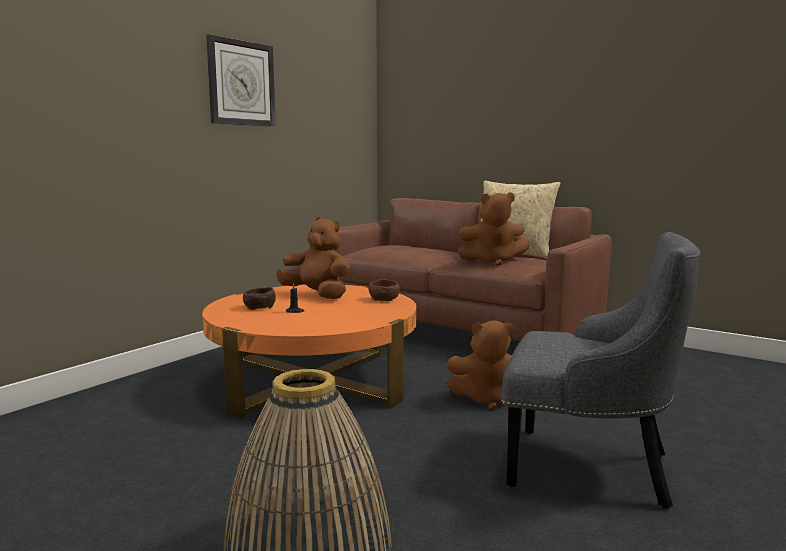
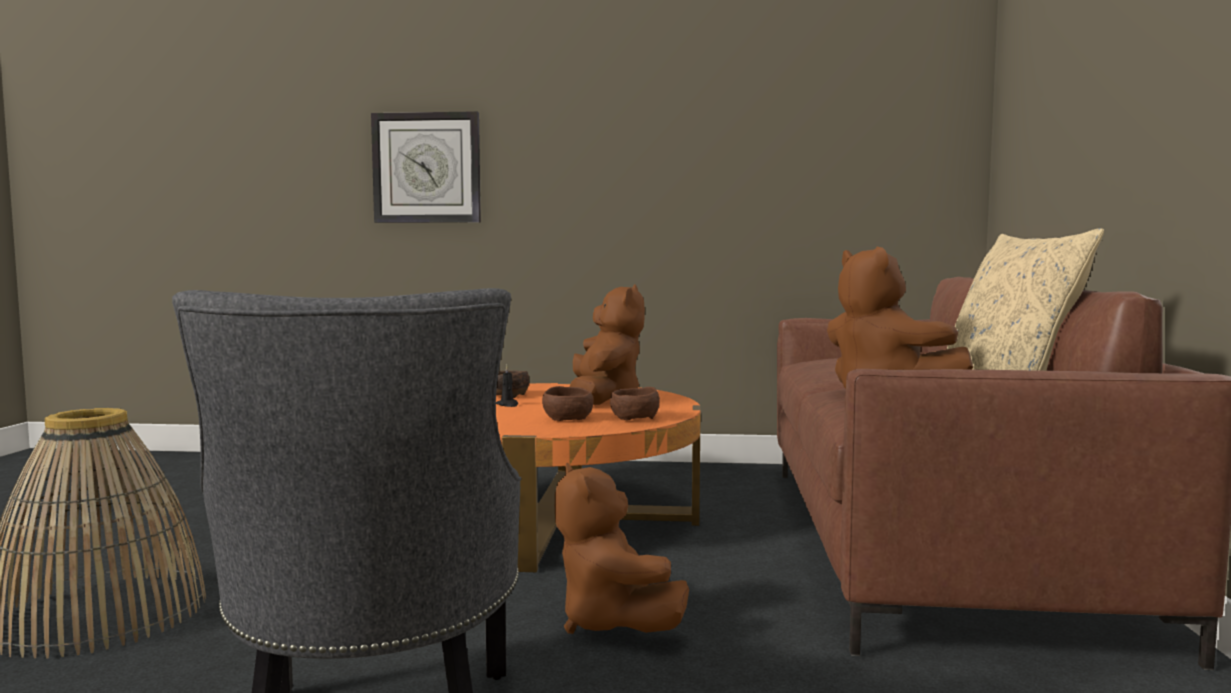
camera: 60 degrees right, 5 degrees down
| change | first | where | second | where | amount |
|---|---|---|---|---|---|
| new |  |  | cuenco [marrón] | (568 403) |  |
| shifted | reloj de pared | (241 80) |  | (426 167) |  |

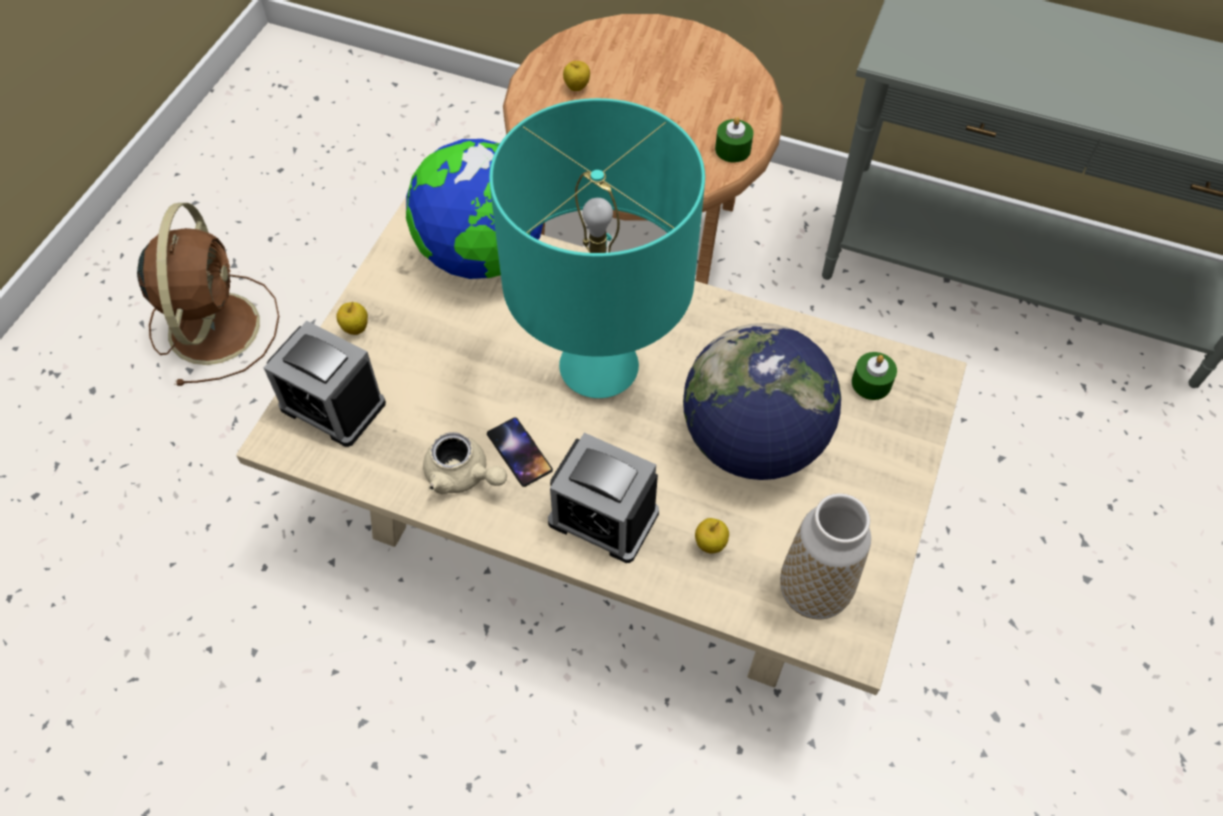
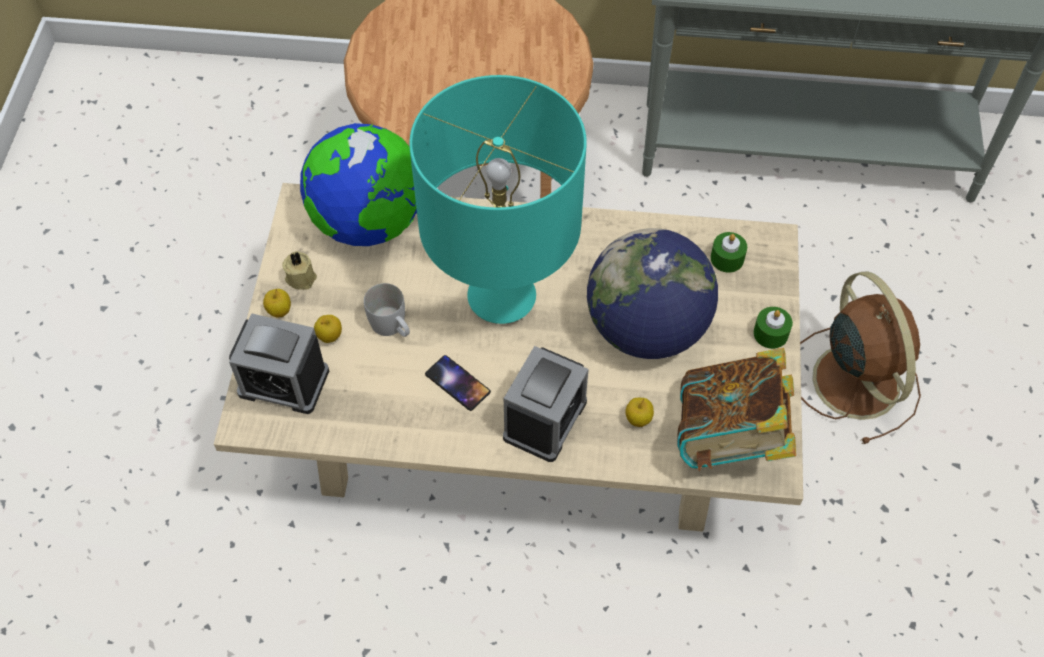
camera: 15 degrees left, 0 degrees up
| change | first | where | second | where | amount |
|---|---|---|---|---|---|
| gone | tetera [beis] | (465 463) |  |  |  |
| new |  |  | vela [beis] | (299 270) |  |
| new |  |  | taza grande [blanco] | (387 310) |  |
| shifted | ventilador [marrón] | (208 294) |  | (860 357) |  |
| shifted | manzana | (576 76) |  | (328 329) |  |
| shifted | vela [verde] | (734 140) |  | (773 328) |  |
| swapped | florero | (825 556) | libro | (736 409) |  |
| rotated | despertador | (603 498) |  | (546 404) | 75 degrees counterclockwise |

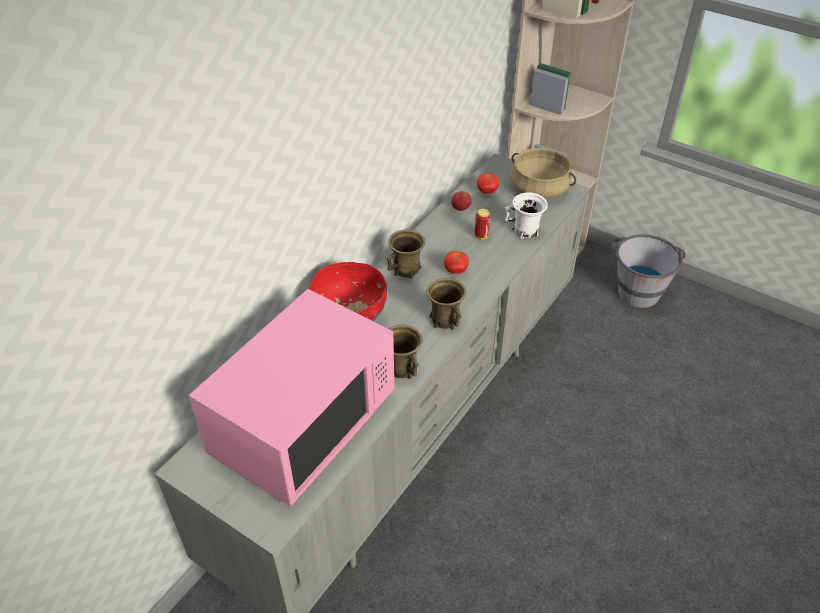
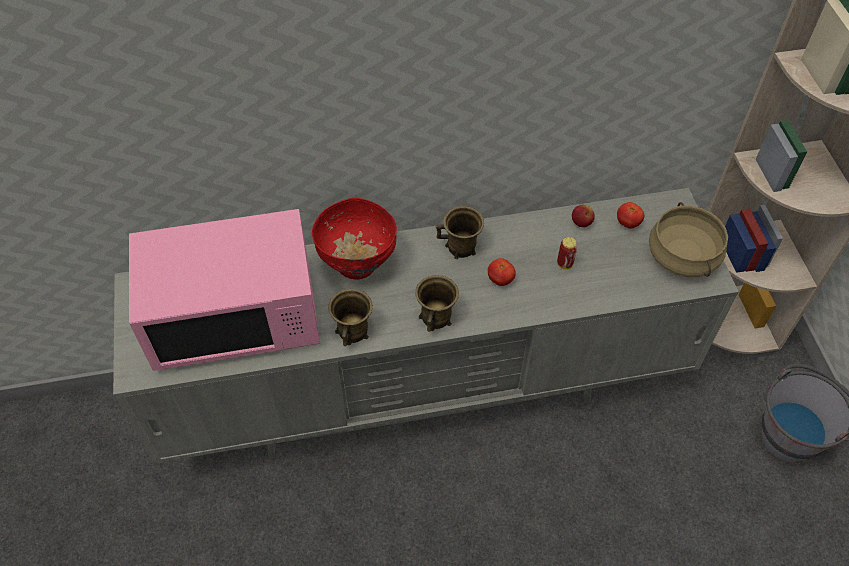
camera: 45 degrees right, 10 degrees up
| change | first | where | second | where | amount |
|---|---|---|---|---|---|
| gone | taza grande [blanco] | (526 215) |  |  |  |

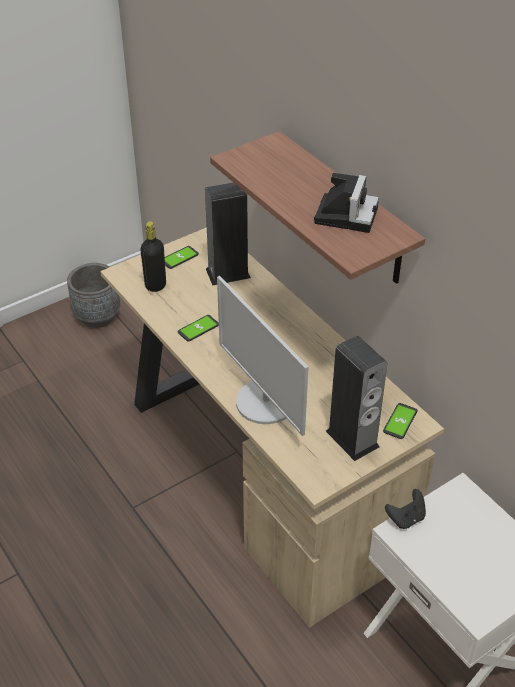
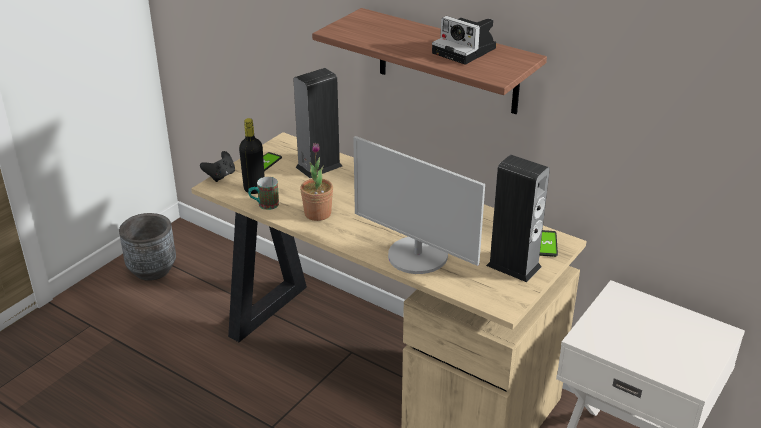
camera: 20 degrees left, 10 degrees down
| change | first | where | second | where | amount |
|---|---|---|---|---|---|
| new |  |  | taza grande | (263 193) |  |
| shifted | mando de consola [negro] | (405 509) |  | (217 166) |  |
| swapped | móvil | (198 328) | planta en maceta | (316 182) |  |
| rotated | cámara | (346 203) |  | (464 40) | 135 degrees clockwise |

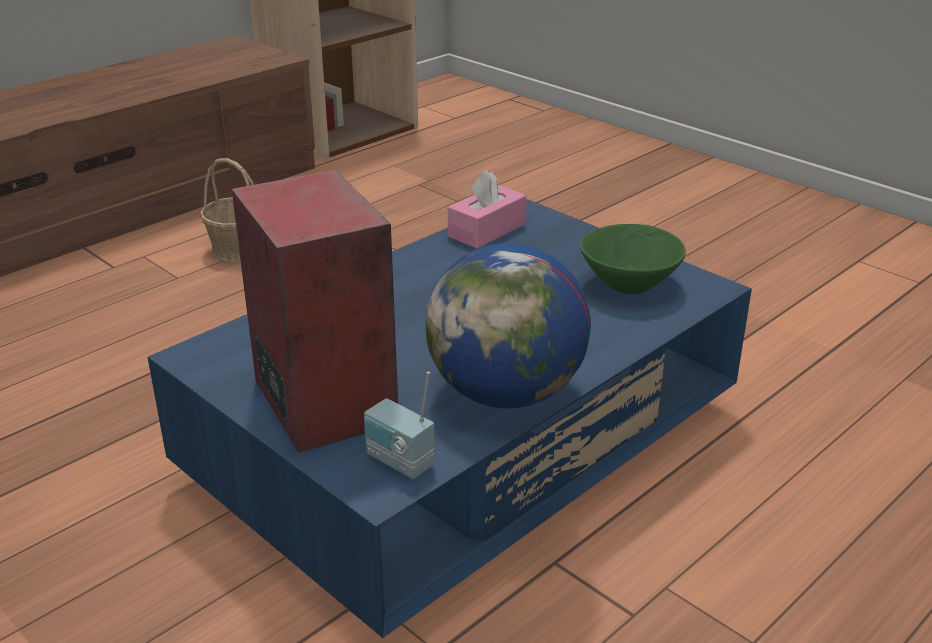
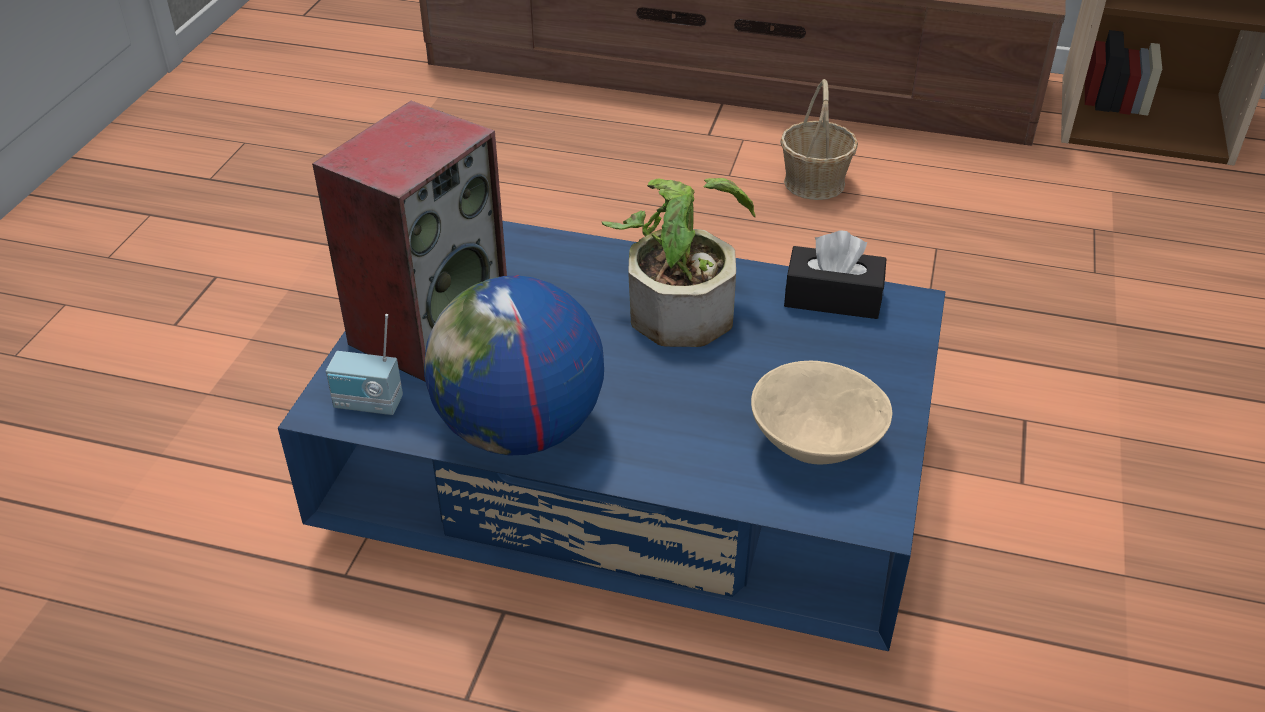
camera: 60 degrees right, 10 degrees up
| change | first | where | second | where | amount |
|---|---|---|---|---|---|
| new |  |  | planta en maceta | (678 262) |  |
| repainted | caja de pañuelos [rosa] | (487 209) | caja de pañuelos [negro] | (835 275) |  |
| repainted | cuenco [verde] | (633 259) | cuenco [beis] | (821 412) |  |
| rotated | radio | (399 425) |  | (364 364) | 90 degrees counterclockwise |

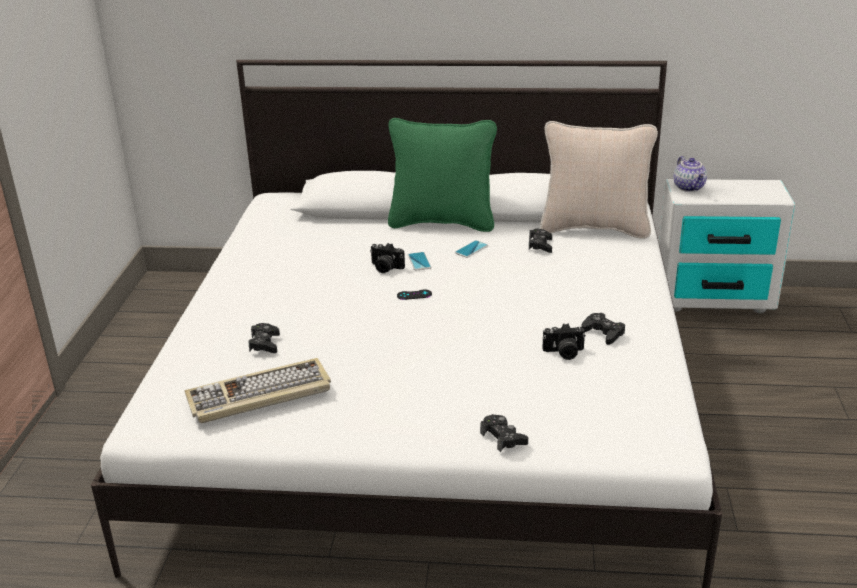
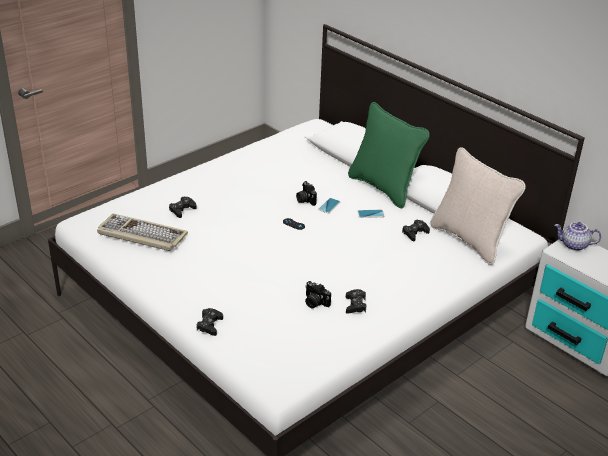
camera: 40 degrees right, 5 degrees up
| change | first | where | second | where | amount |
|---|---|---|---|---|---|
| rotated | tetera | (690 174) |  | (577 236) | 75 degrees clockwise |

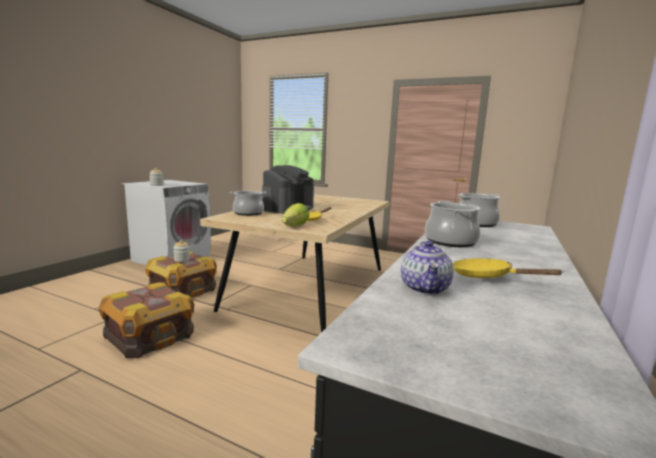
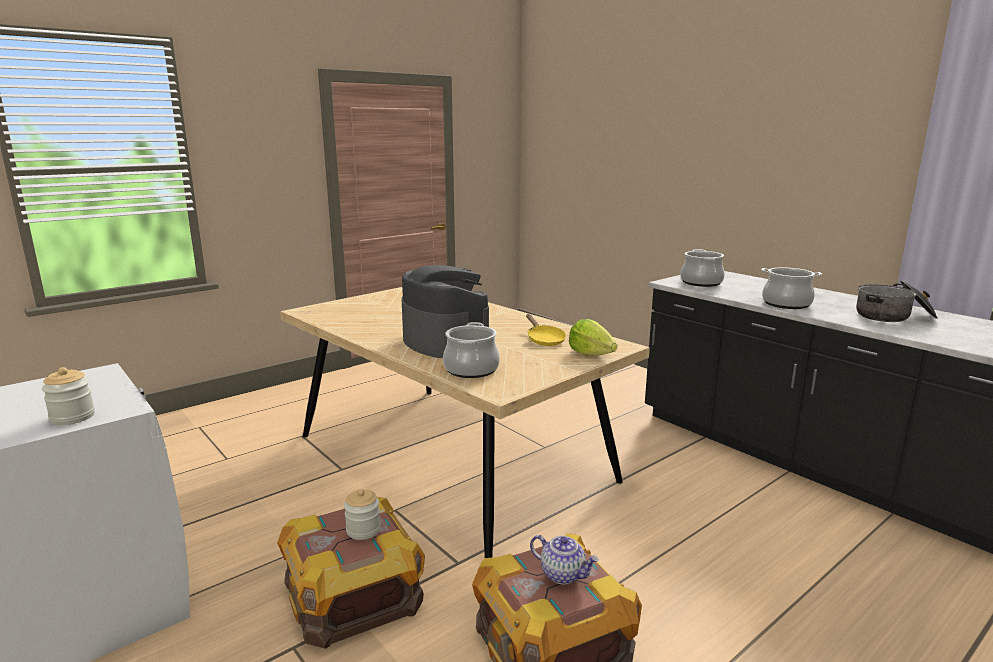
camera: 65 degrees left, 5 degrees up
| change | first | where | second | where | amount |
|---|---|---|---|---|---|
| shifted | tetera | (427 268) |  | (564 559) |  |
| swapped | sartén [amarillo] | (508 268) | olla | (897 301) |  |

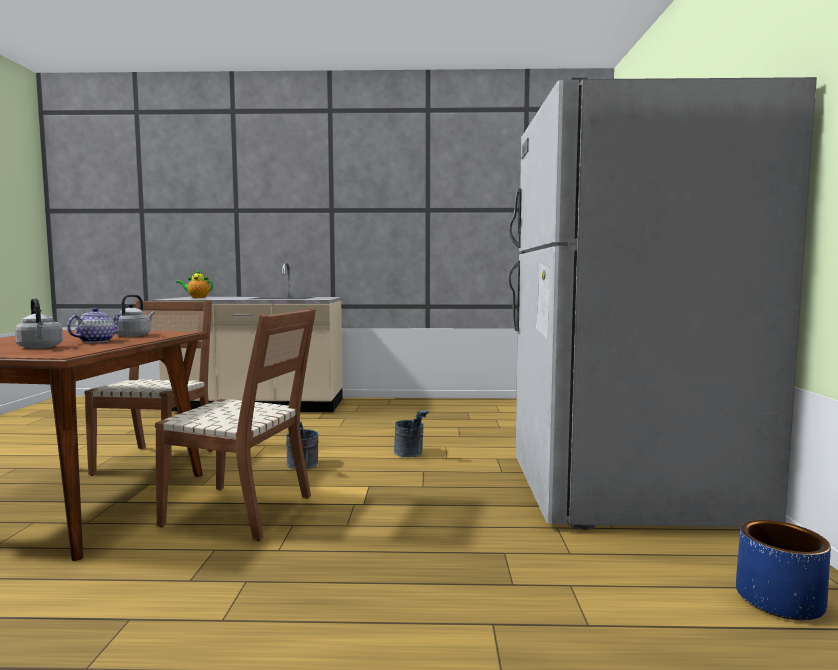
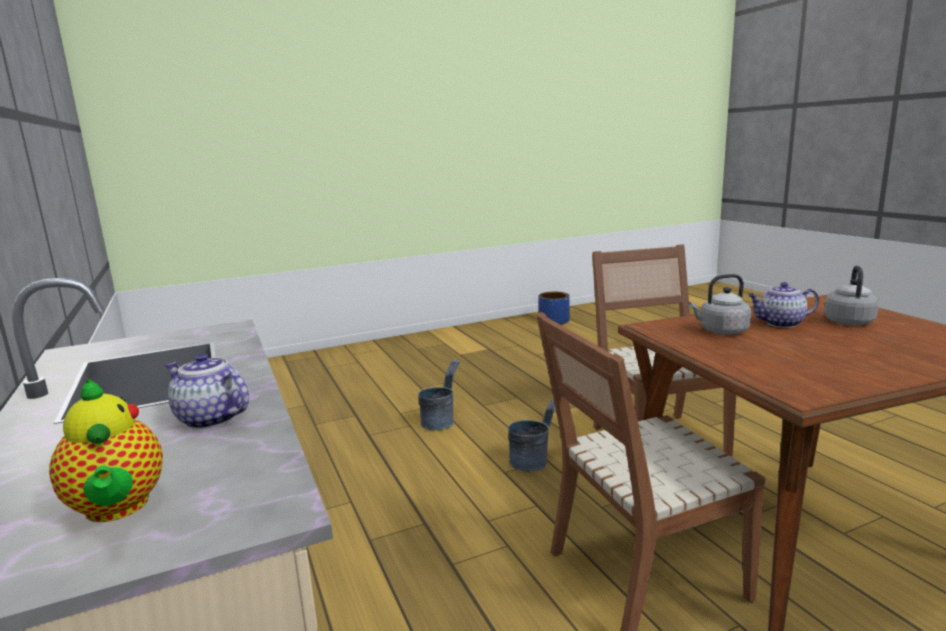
camera: 115 degrees left, 10 degrees up
| change | first | where | second | where | amount |
|---|---|---|---|---|---|
| gone | nevera [blanco] | (662 303) |  |  |  |
| new |  |  | tetera | (207 391) |  |

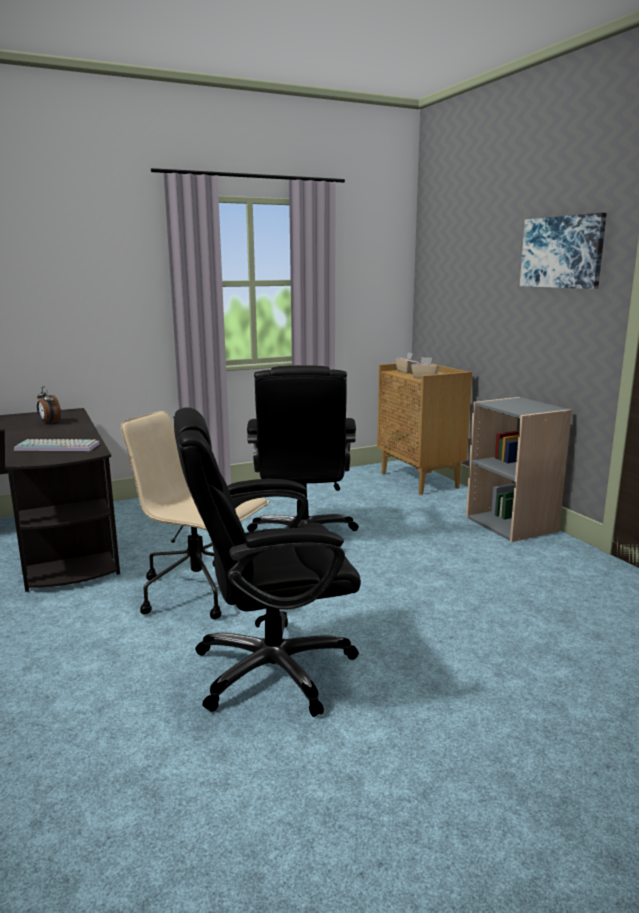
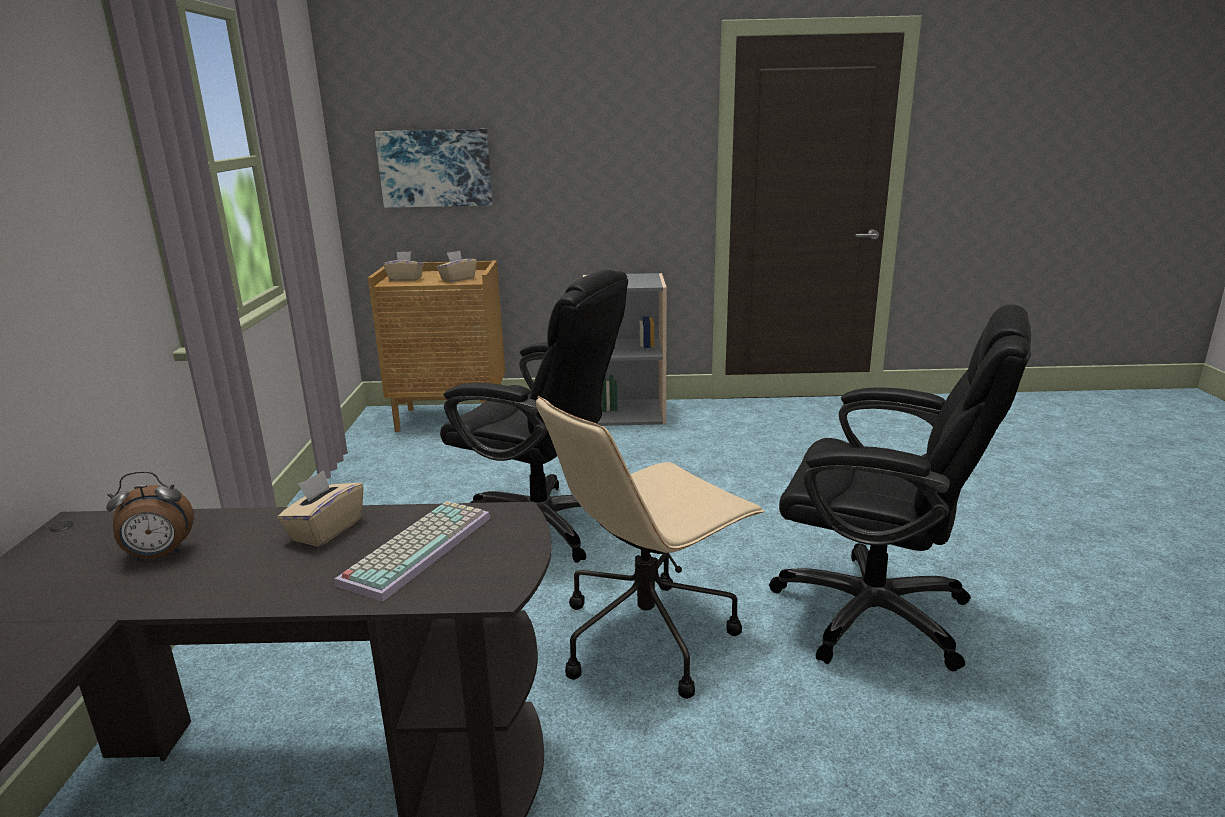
camera: 65 degrees left, 5 degrees up
| change | first | where | second | where | amount |
|---|---|---|---|---|---|
| new |  |  | caja de pañuelos [beis] | (321 508) |  |
| shifted | cuadro | (563 251) |  | (434 168) |  |
| rotated | silla de oficina [negro] | (267 562) |  | (900 488) | 75 degrees counterclockwise |

